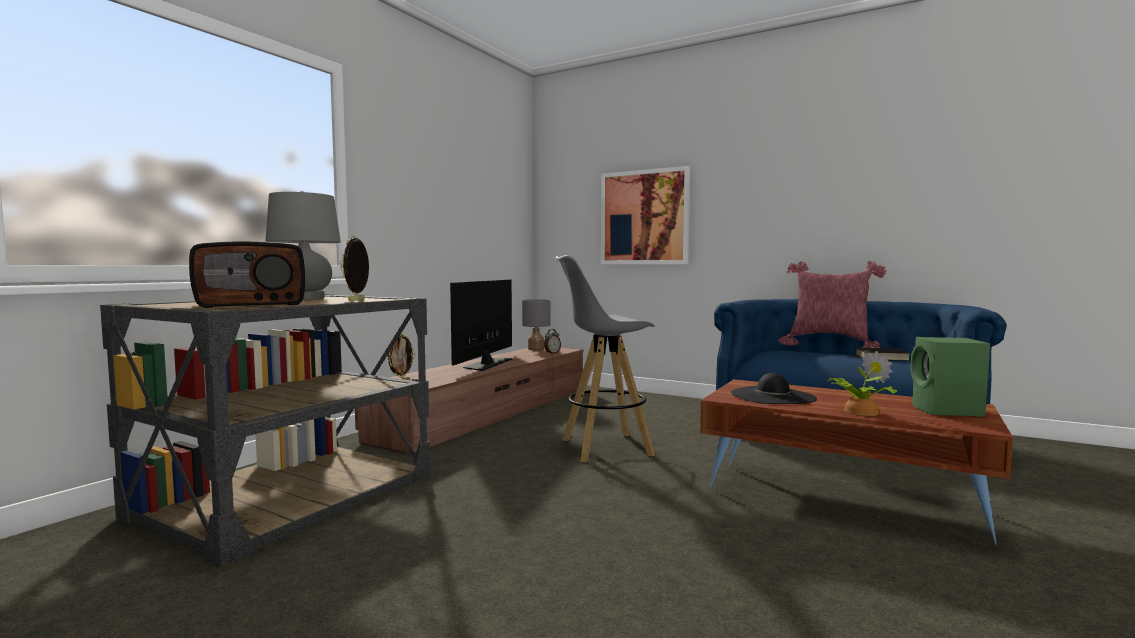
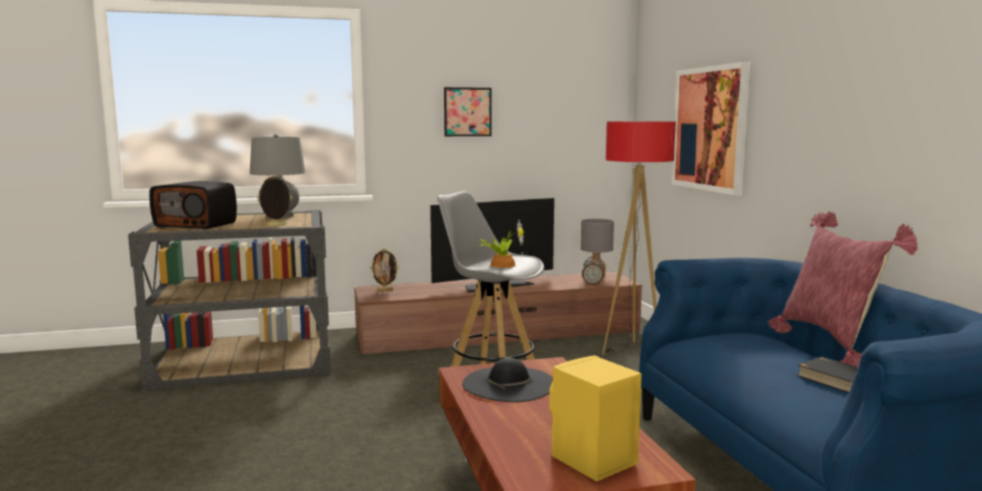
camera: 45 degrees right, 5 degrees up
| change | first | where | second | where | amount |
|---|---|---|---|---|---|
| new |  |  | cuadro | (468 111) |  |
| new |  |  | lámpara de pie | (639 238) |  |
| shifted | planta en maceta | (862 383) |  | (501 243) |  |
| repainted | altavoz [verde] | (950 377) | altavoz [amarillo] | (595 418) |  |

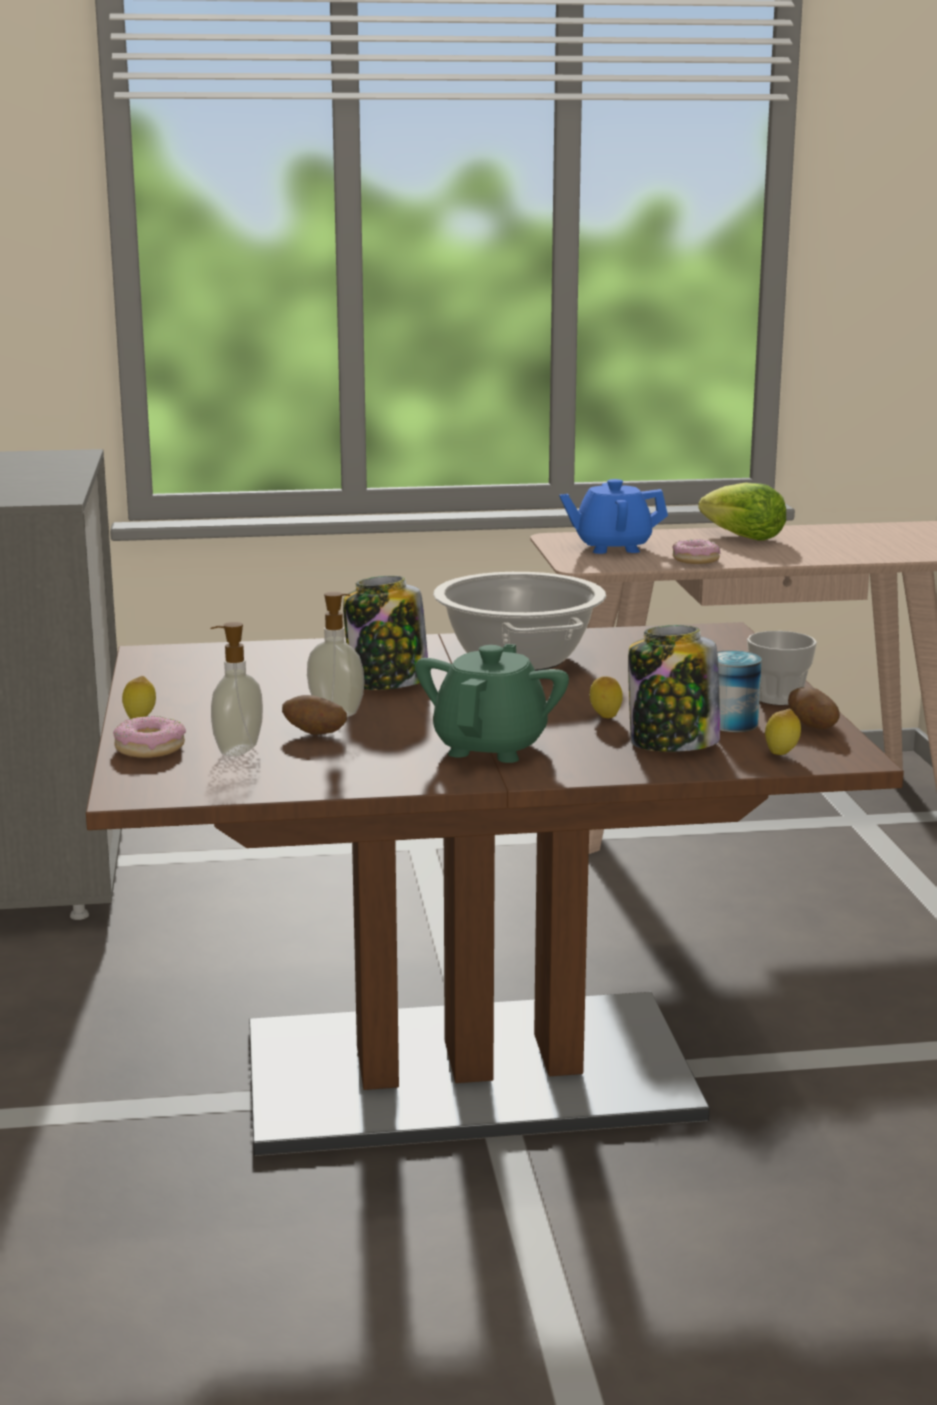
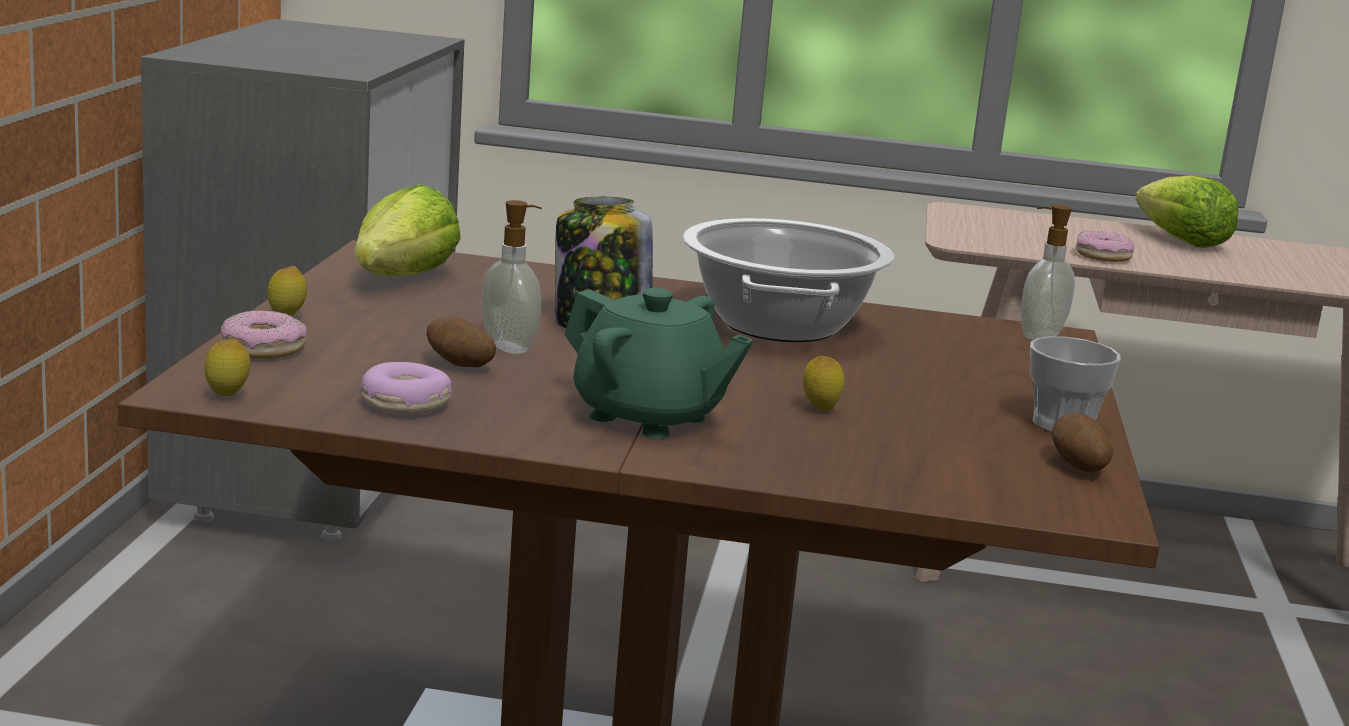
camera: 15 degrees right, 0 degrees up
| change | first | where | second | where | amount |
|---|---|---|---|---|---|
| gone | tetera [azul] | (613 516) |  |  |  |
| gone | tarro | (674 688) |  |  |  |
| gone | lata | (739 691) |  |  |  |
| new |  |  | lechuga | (408 230) |  |
| new |  |  | rosquilla | (406 388) |  |
| shifted | dispensador de jabón | (236 689) |  | (1048 272) |  |
| shifted | limón | (783 732) |  | (227 367) |  |
| rotated | tetera [verde] | (492 703) |  | (659 363) | 90 degrees clockwise |

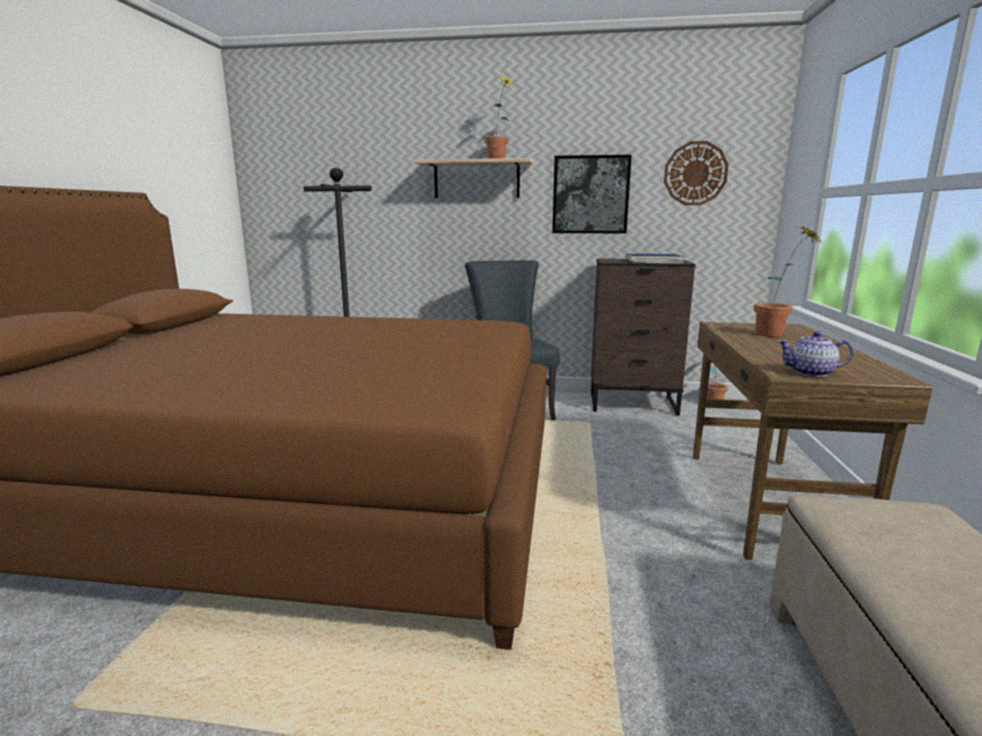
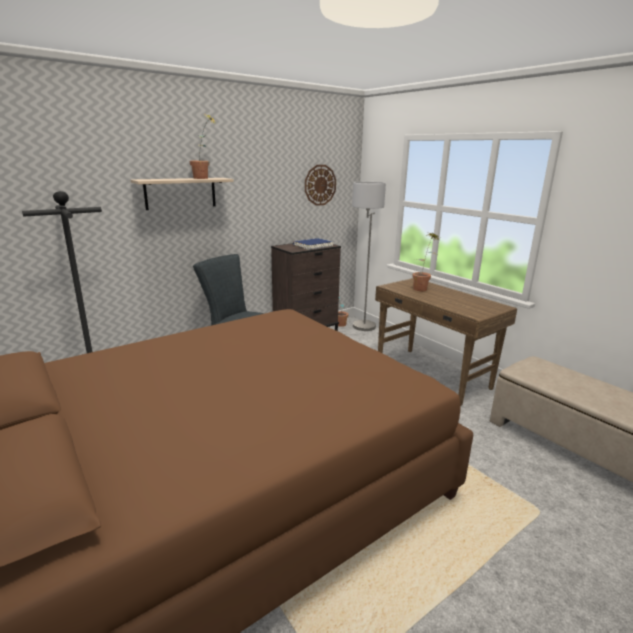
camera: 45 degrees left, 5 degrees up
| change | first | where | second | where | amount |
|---|---|---|---|---|---|
| gone | cuadro | (592 194) |  |  |  |
| gone | tetera | (815 354) |  |  |  |
| new |  |  | lámpara de pie [gris] | (369 256) |  |

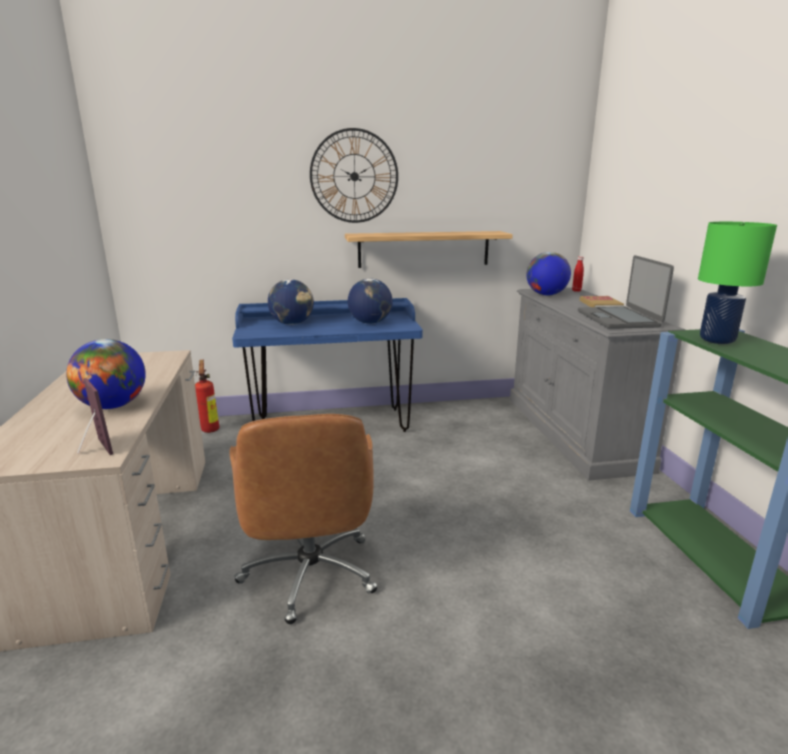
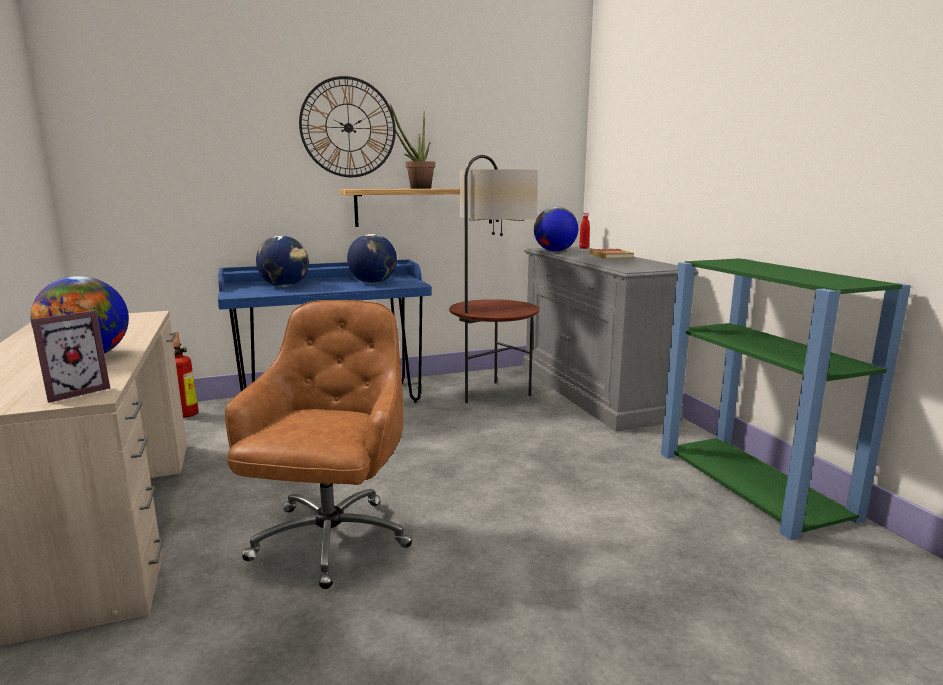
camera: 10 degrees left, 5 degrees down
| change | first | where | second | where | amount |
|---|---|---|---|---|---|
| gone | portátil | (626 292) |  |  |  |
| gone | lámpara de mesa [verde] | (737 283) |  |  |  |
| new |  |  | planta en maceta | (412 146) |  |
| new |  |  | lámpara de pie | (494 279) |  |
| rotated | portarretratos | (95 416) |  | (70 356) | 90 degrees clockwise |
| rotated | silla de oficina [marrón] | (303 519) |  | (318 444) | 150 degrees counterclockwise |

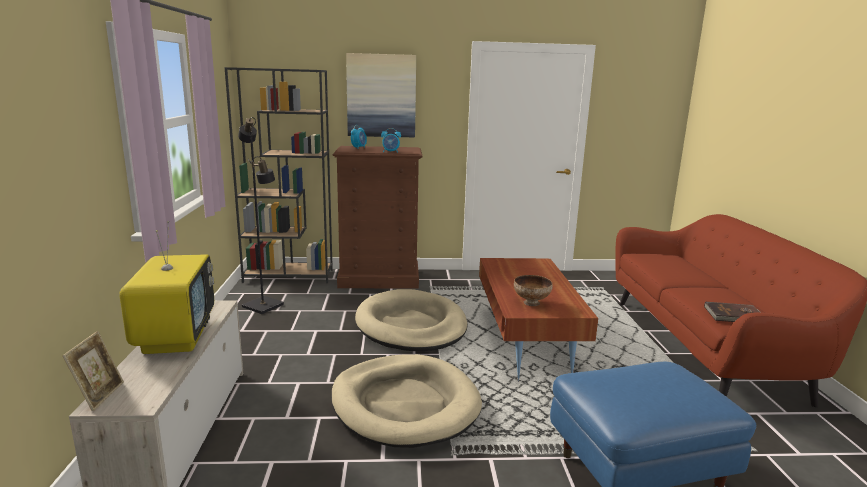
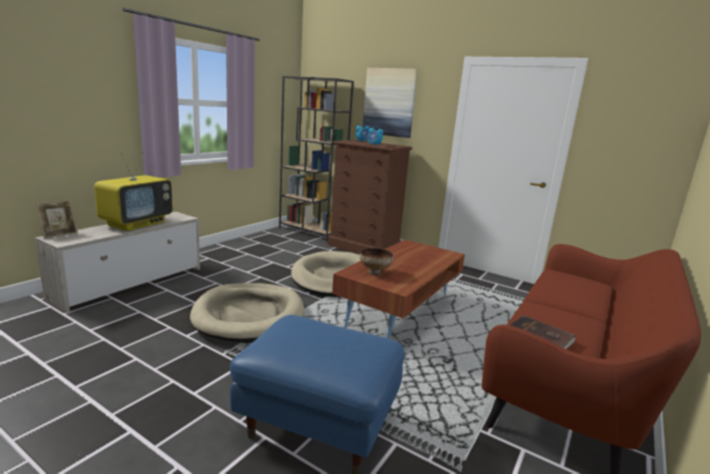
camera: 35 degrees right, 0 degrees up
| change | first | where | second | where | amount |
|---|---|---|---|---|---|
| gone | lámpara de pie [negro] | (261 215) |  |  |  |

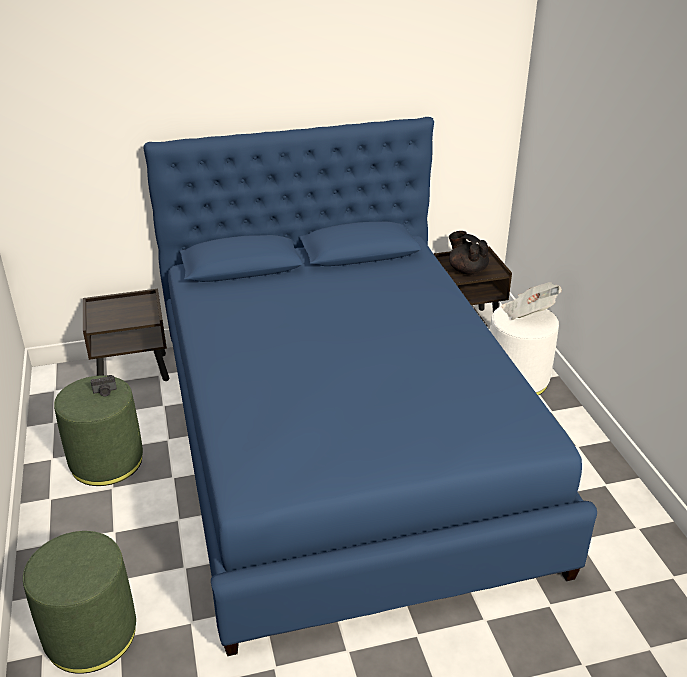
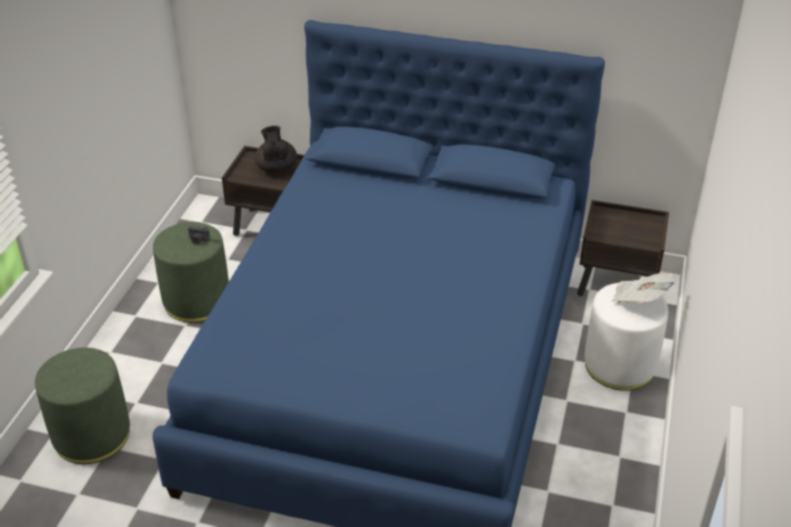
camera: 30 degrees right, 5 degrees up
| change | first | where | second | where | amount |
|---|---|---|---|---|---|
| shifted | tetera [negro] | (469 253) |  | (276 149) |  |

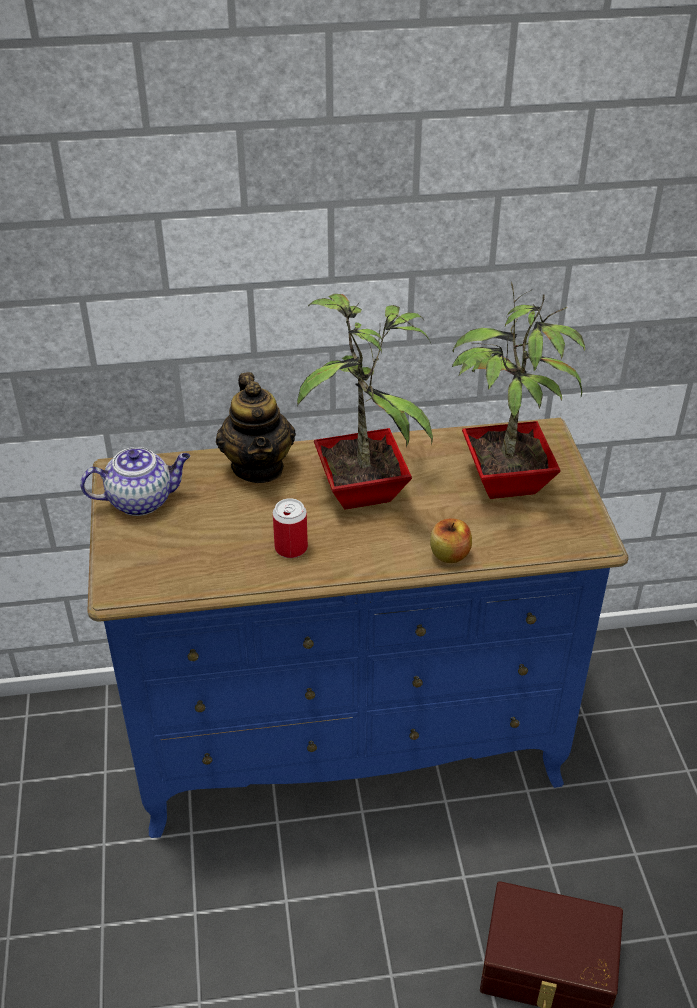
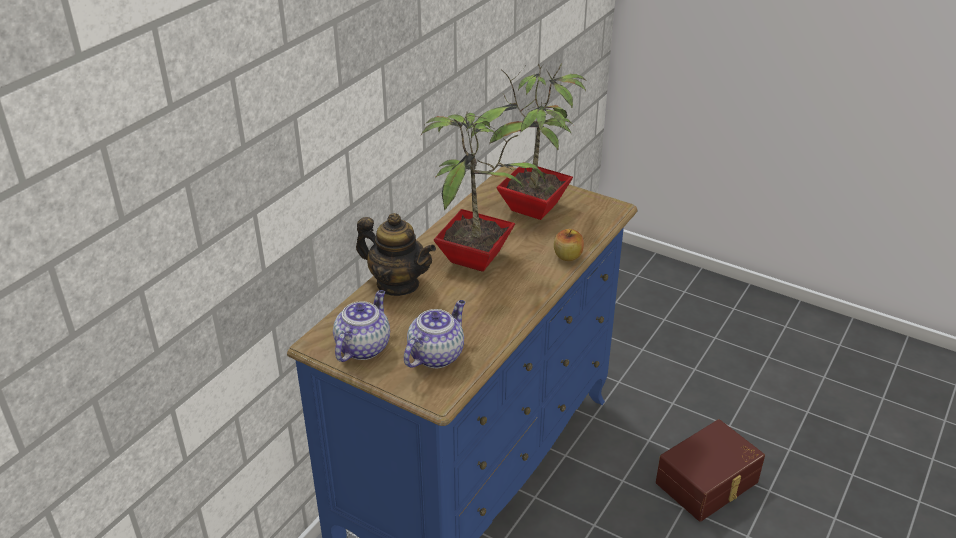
camera: 50 degrees left, 5 degrees down
| change | first | where | second | where | amount |
|---|---|---|---|---|---|
| gone | lata | (290 528) |  |  |  |
| new |  |  | tetera | (434 334) |  |

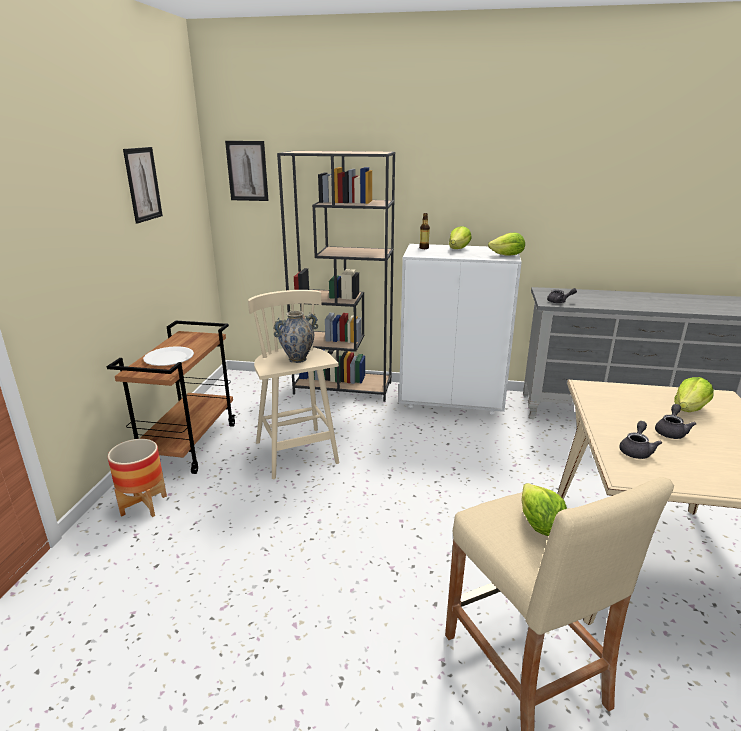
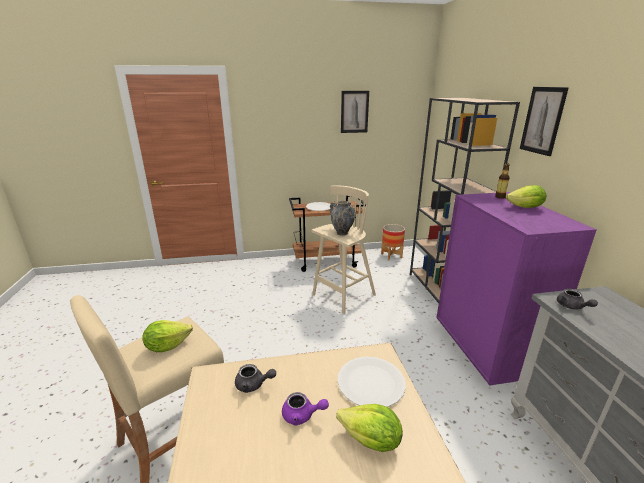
camera: 70 degrees right, 0 degrees up
| change | first | where | second | where | amount |
|---|---|---|---|---|---|
| gone | lechuga | (506 244) |  |  |  |
| new |  |  | plato [blanco] | (371 382) |  |
| shifted | maceta | (137 478) |  | (393 242) |  |
| shifted | cuadro | (247 171) |  | (544 121) |  |
| repainted | armario [blanco] | (460 329) | armario [morado] | (517 289) |  |
| repainted | tetera [gris] | (675 421) | tetera [morado] | (305 409) |  |

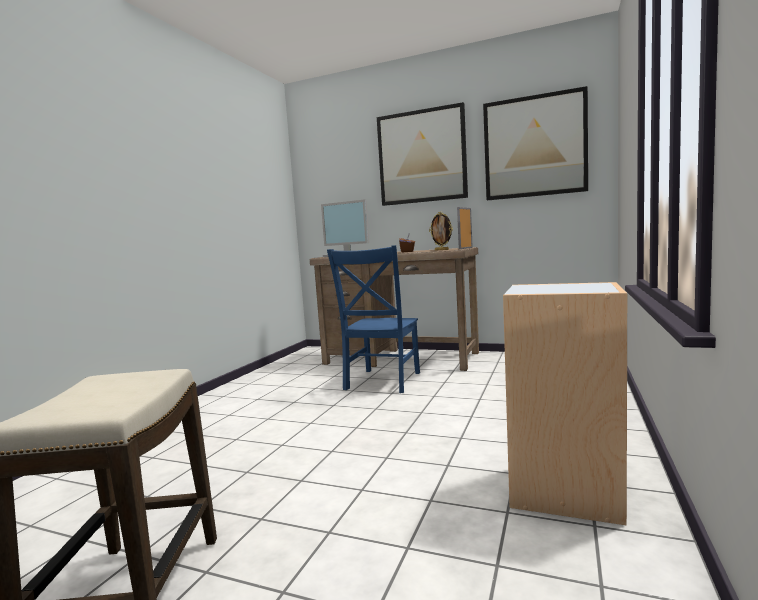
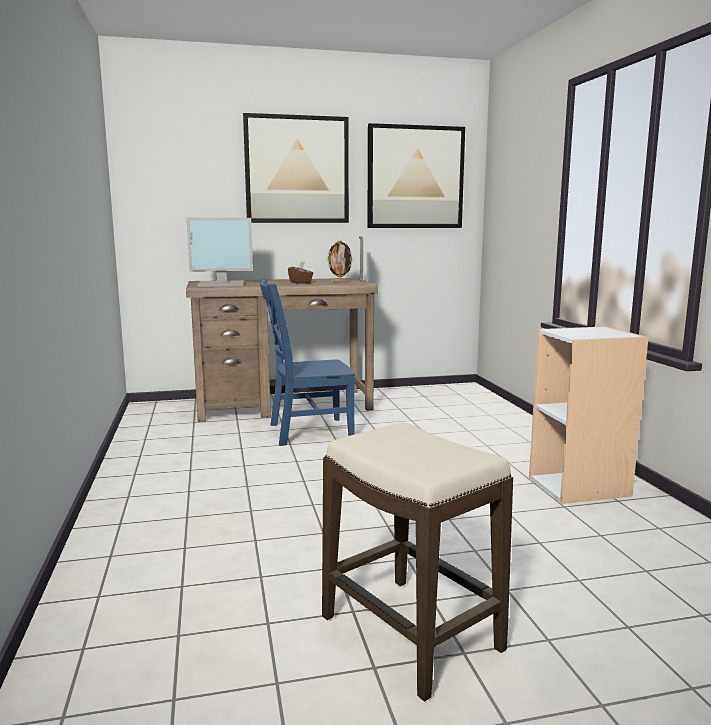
camera: 35 degrees left, 5 degrees up
| change | first | where | second | where | amount |
|---|---|---|---|---|---|
| rotated | silla [azul] | (373 319) |  | (307 362) | 90 degrees clockwise |

